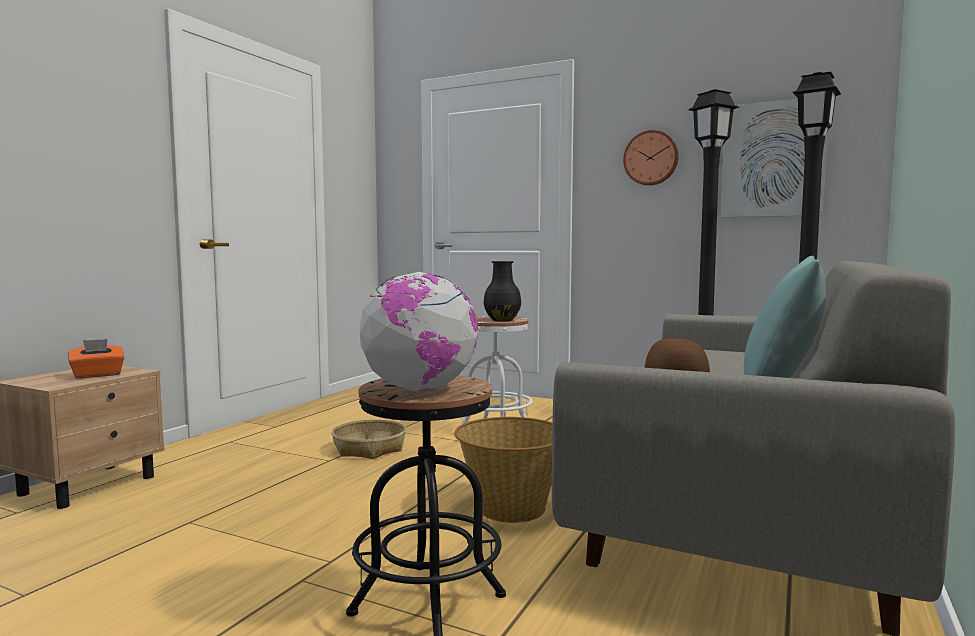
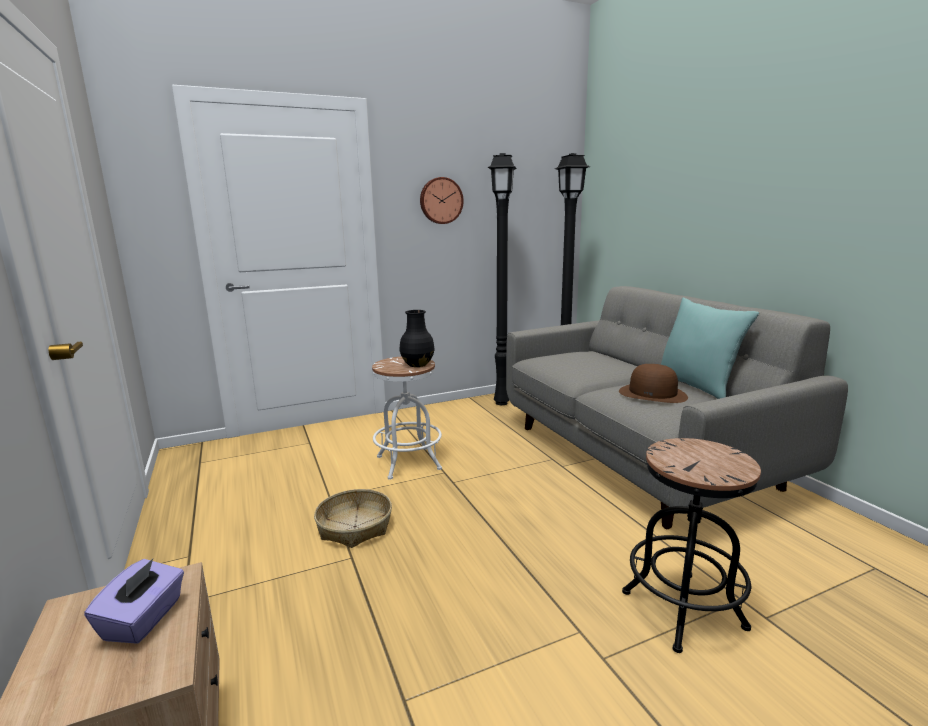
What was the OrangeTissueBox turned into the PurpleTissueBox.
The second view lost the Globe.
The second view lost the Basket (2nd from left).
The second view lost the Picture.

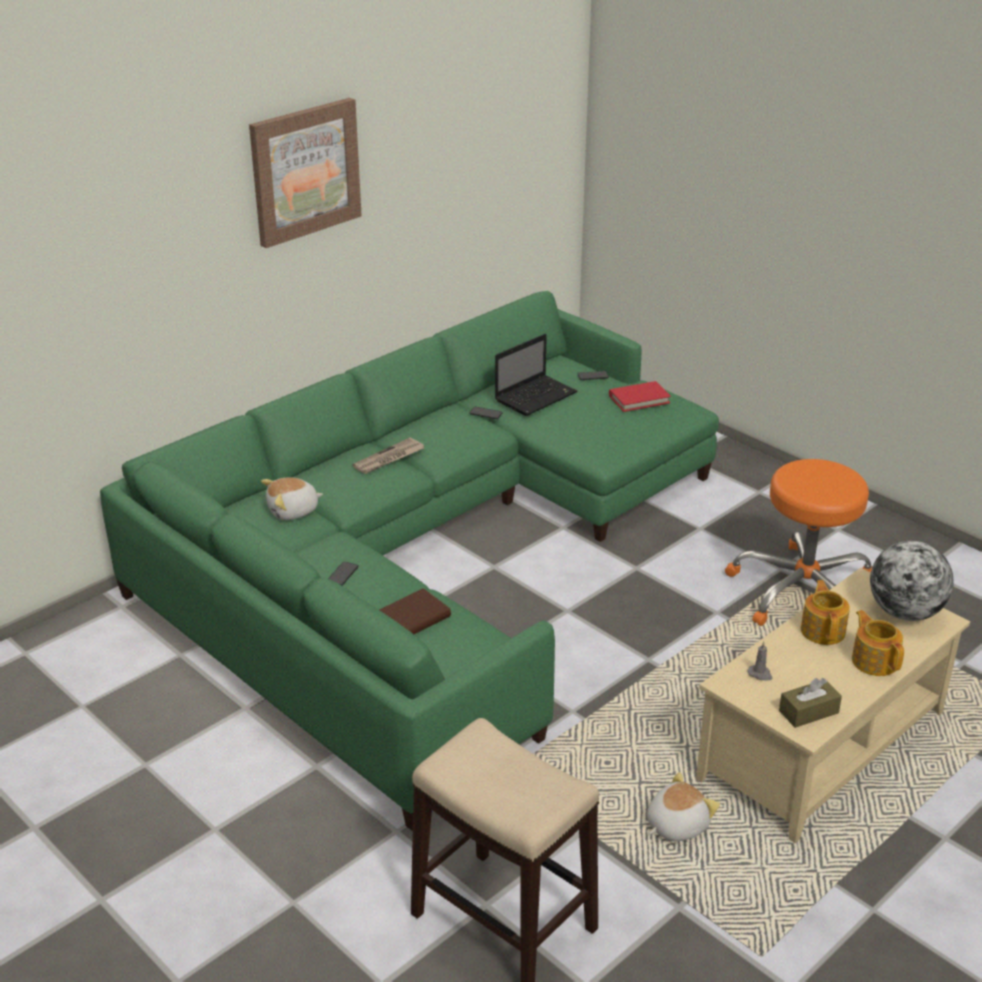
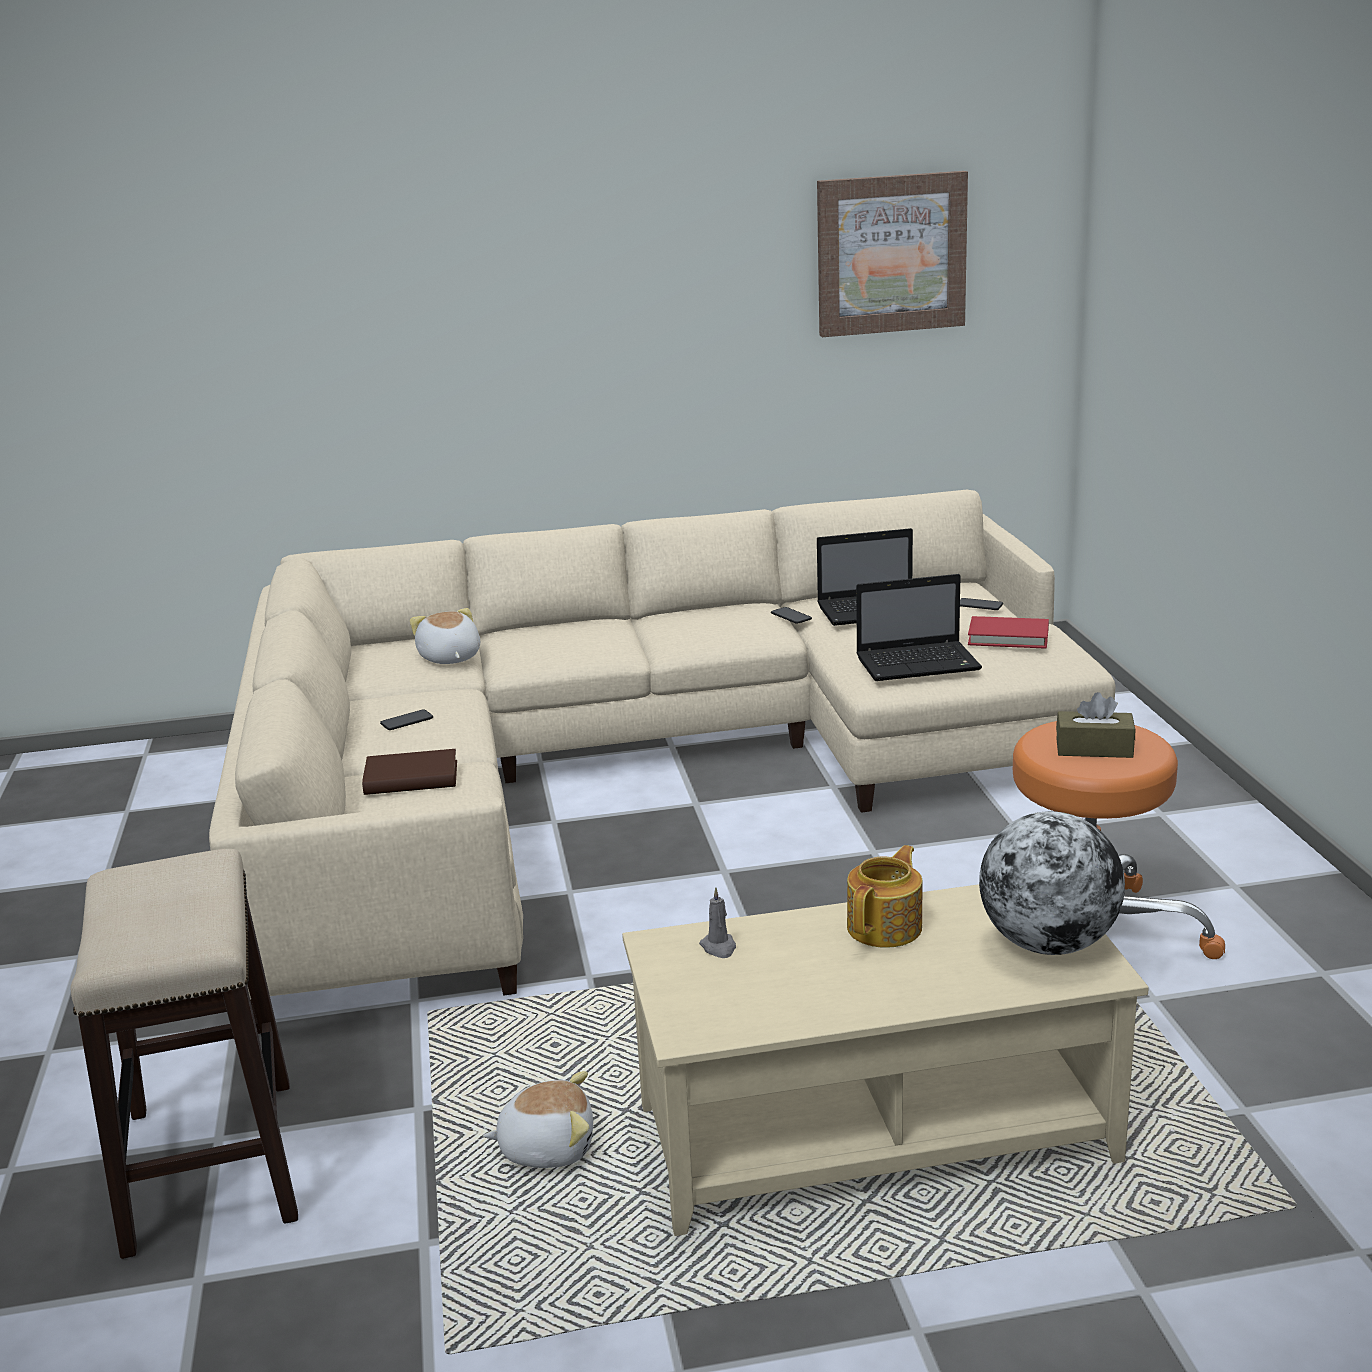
What was the GreenSofa turned into the BeigeSofa.
The PlushToy (1st from left) ended up facing another way, 60 degrees clockwise from before.
The Picture ended up elsewhere.
The second view gained the Laptop (2nd from left).
The BrownTissueBox ended up elsewhere.
The second view lost the Newspaper.
The second view lost the Teapot (2nd from left).

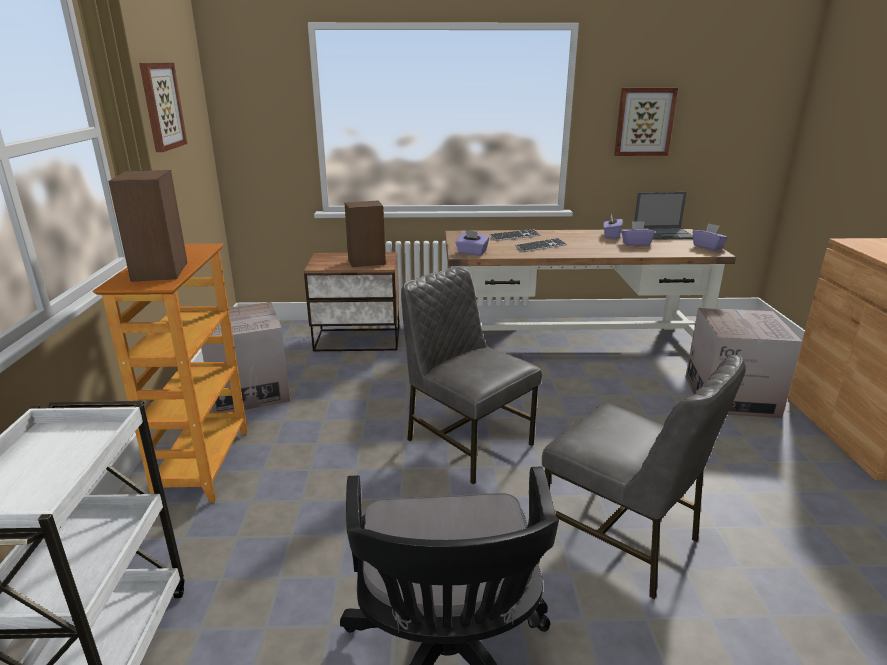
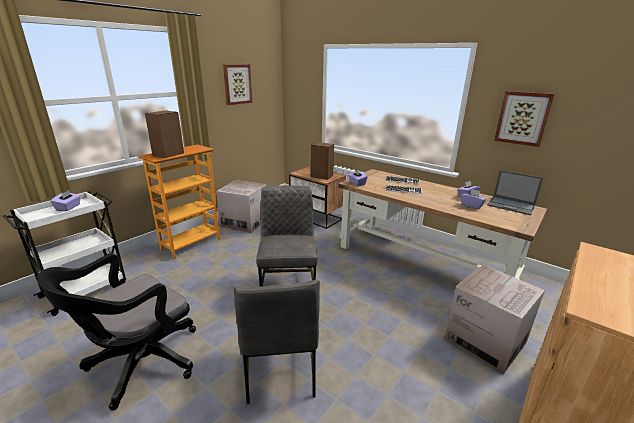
The PurpleTissueBox (4th from left in the first image) ended up elsewhere.

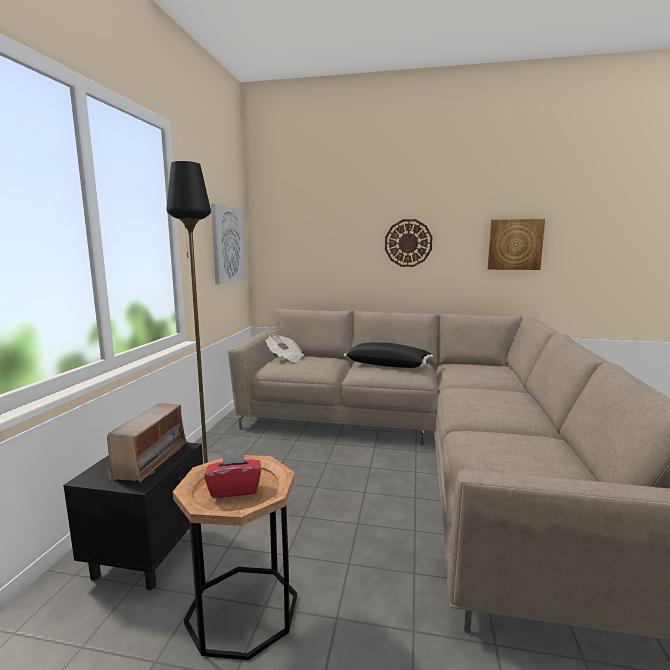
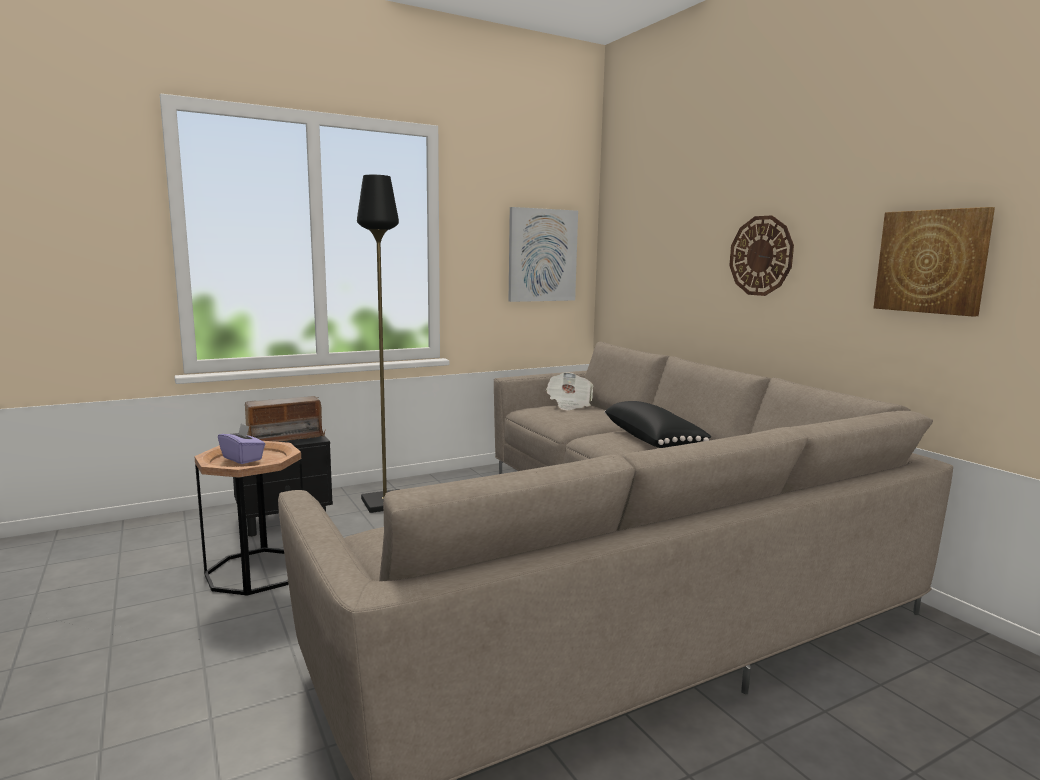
What was the RedTissueBox turned into the PurpleTissueBox.

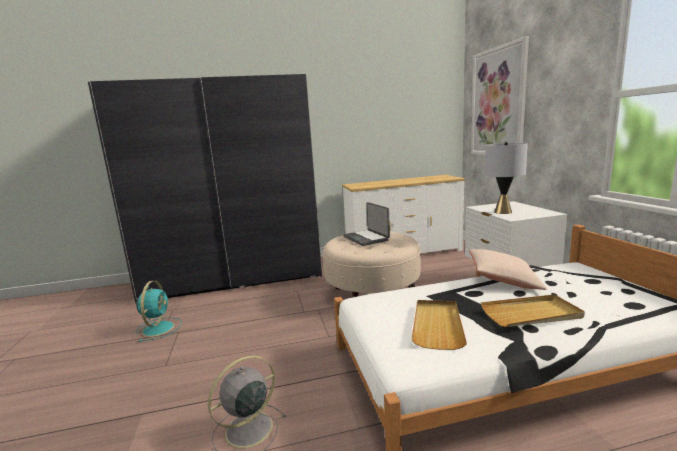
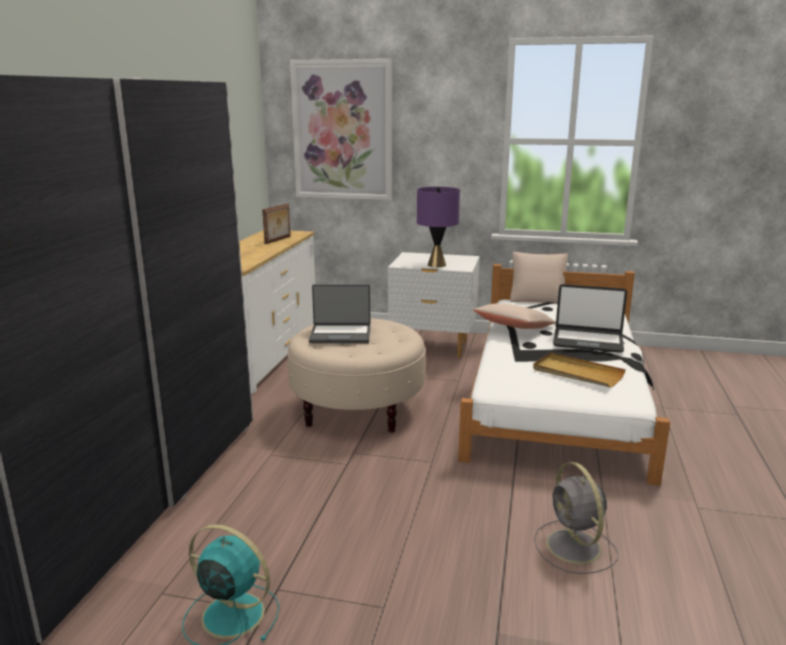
The second view gained the PictureFrame.
What was the GreyTableLamp turned into the PurpleTableLamp.
The second view gained the BeigePillow (2nd from left).
Where the BeigeTray (2nd from left) stood, the Laptop (2nd from left) came to stand.

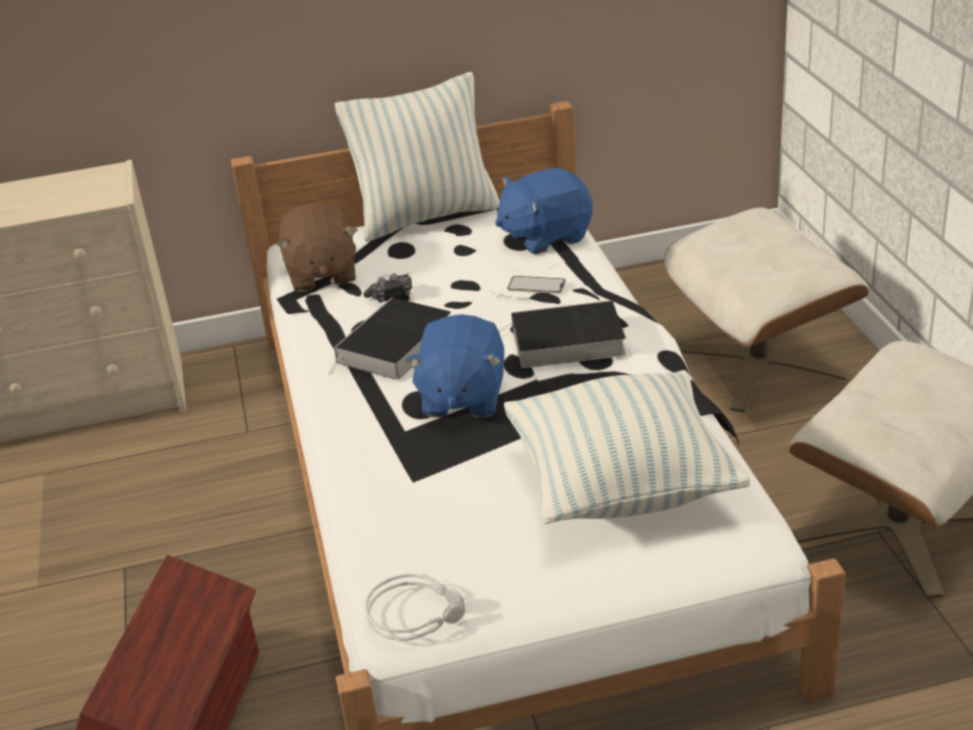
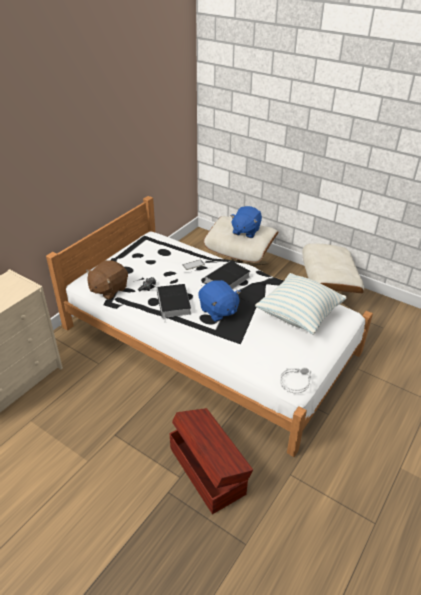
The BrownPlushToy ended up facing another way, 90 degrees clockwise from before.
The BluePlushToy (2nd from left) ended up elsewhere.
The second view lost the Pillow (1st from left).

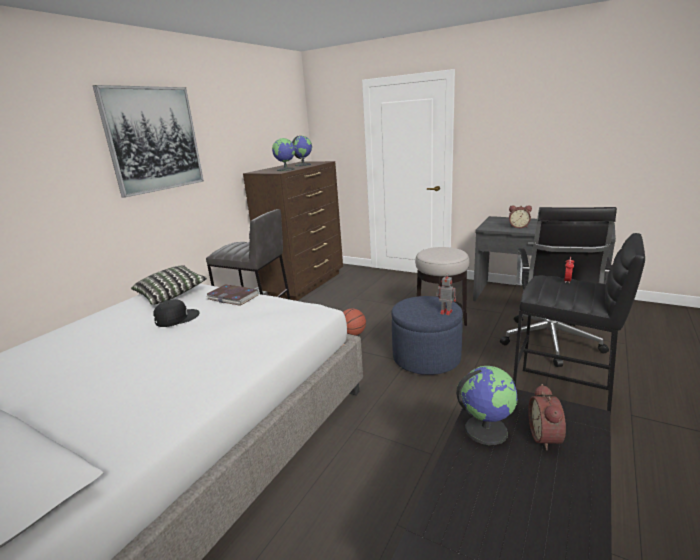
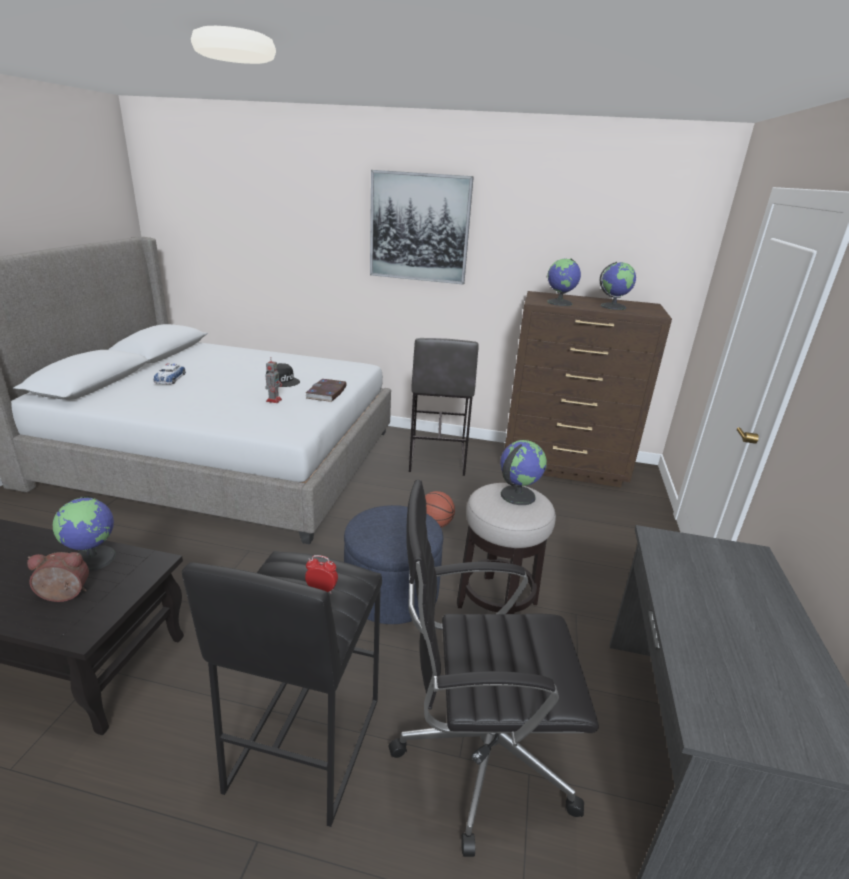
The second view gained the ToyCar.
The ToyRobot ended up elsewhere.
The second view gained the Globe (2nd from left).
The second view lost the Pillow.
The second view lost the AlarmClock (1st from left).

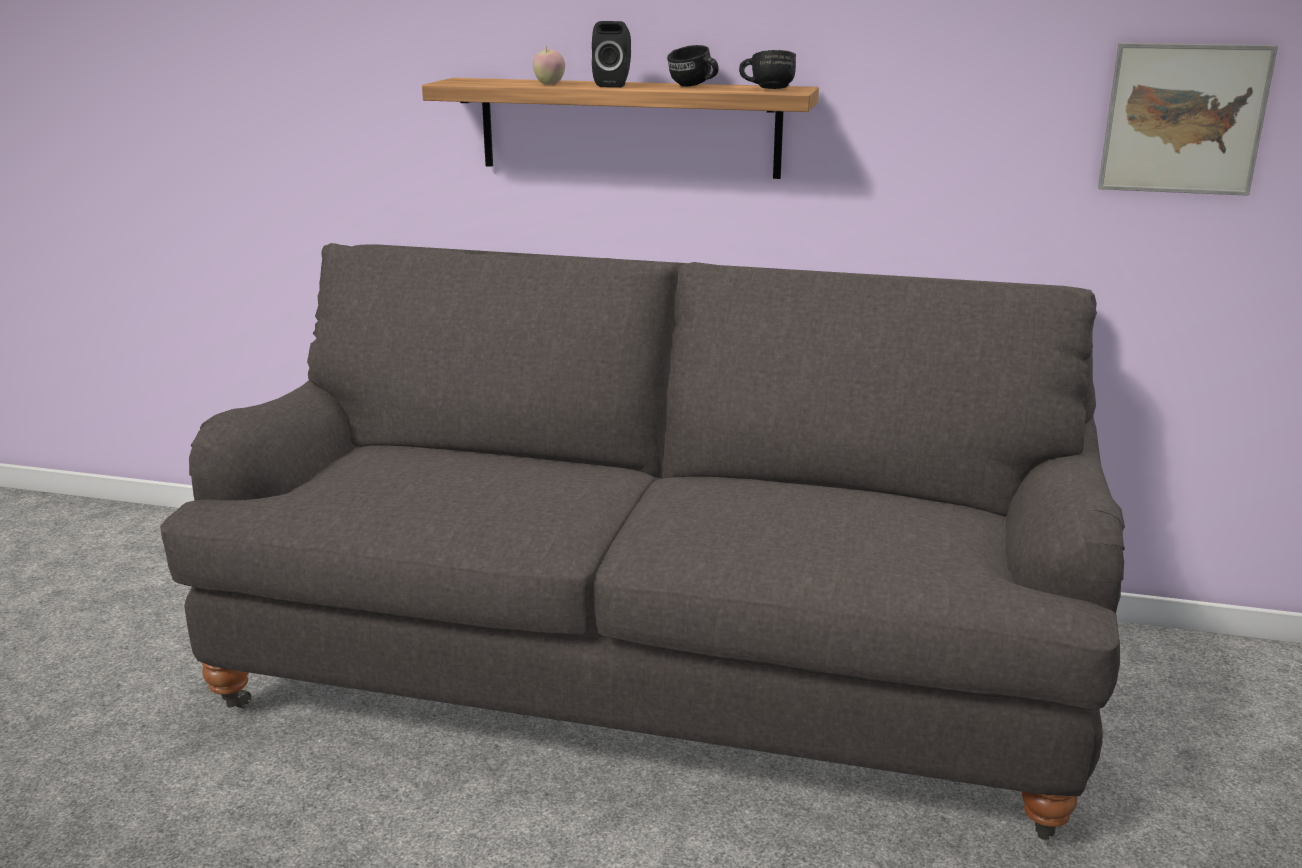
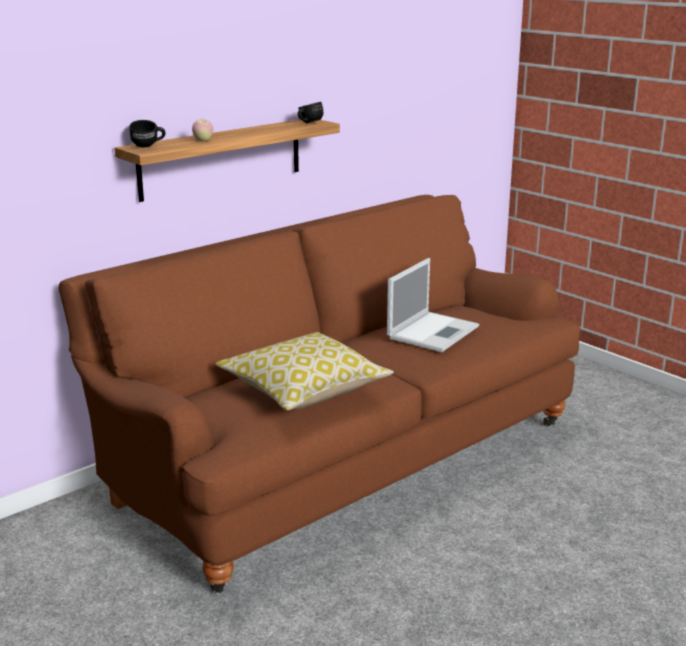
What was the GreySofa turned into the BrownSofa.
The BlackMug (1st from left) ended up elsewhere.
The second view gained the Pillow.
The second view gained the Laptop.
The second view lost the BlackSpeaker.
The second view lost the Picture.

